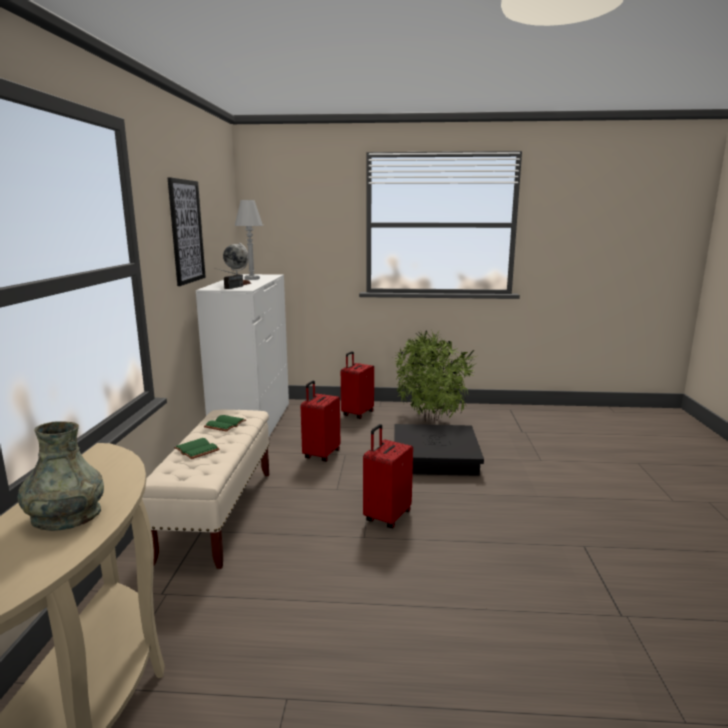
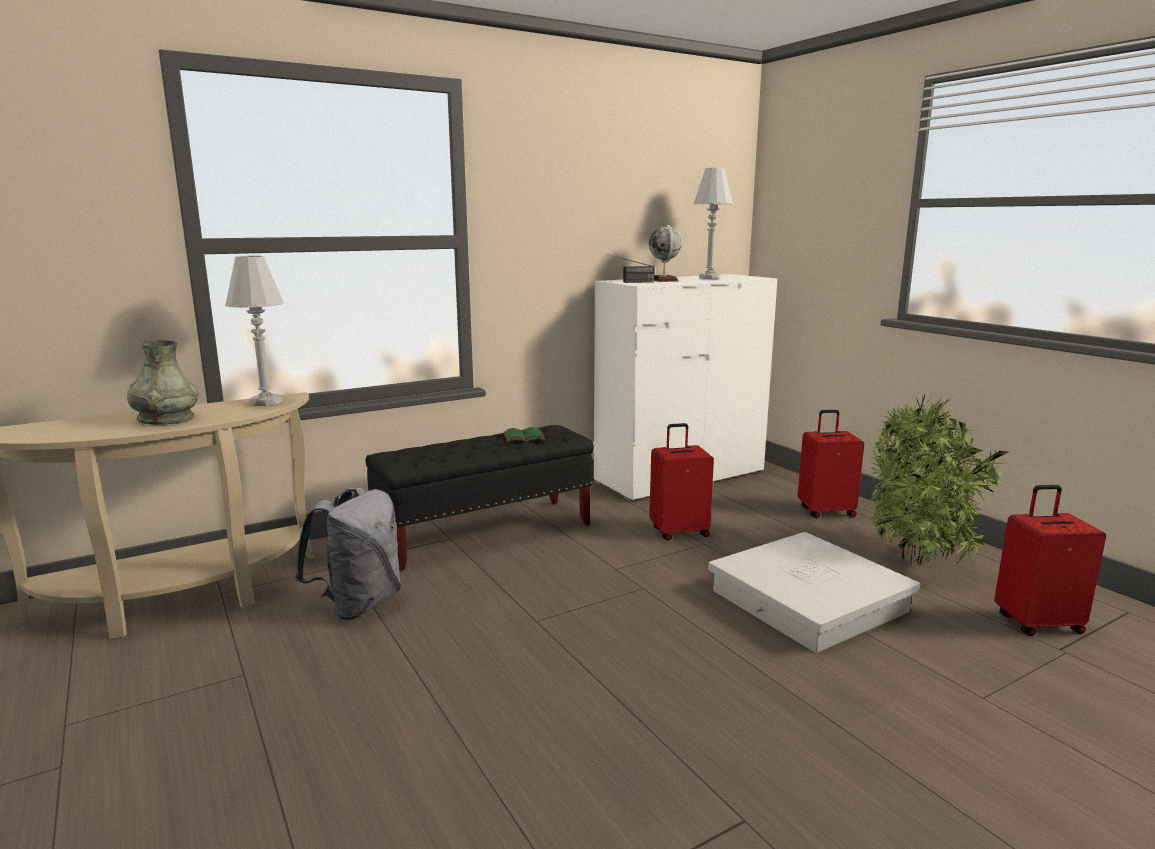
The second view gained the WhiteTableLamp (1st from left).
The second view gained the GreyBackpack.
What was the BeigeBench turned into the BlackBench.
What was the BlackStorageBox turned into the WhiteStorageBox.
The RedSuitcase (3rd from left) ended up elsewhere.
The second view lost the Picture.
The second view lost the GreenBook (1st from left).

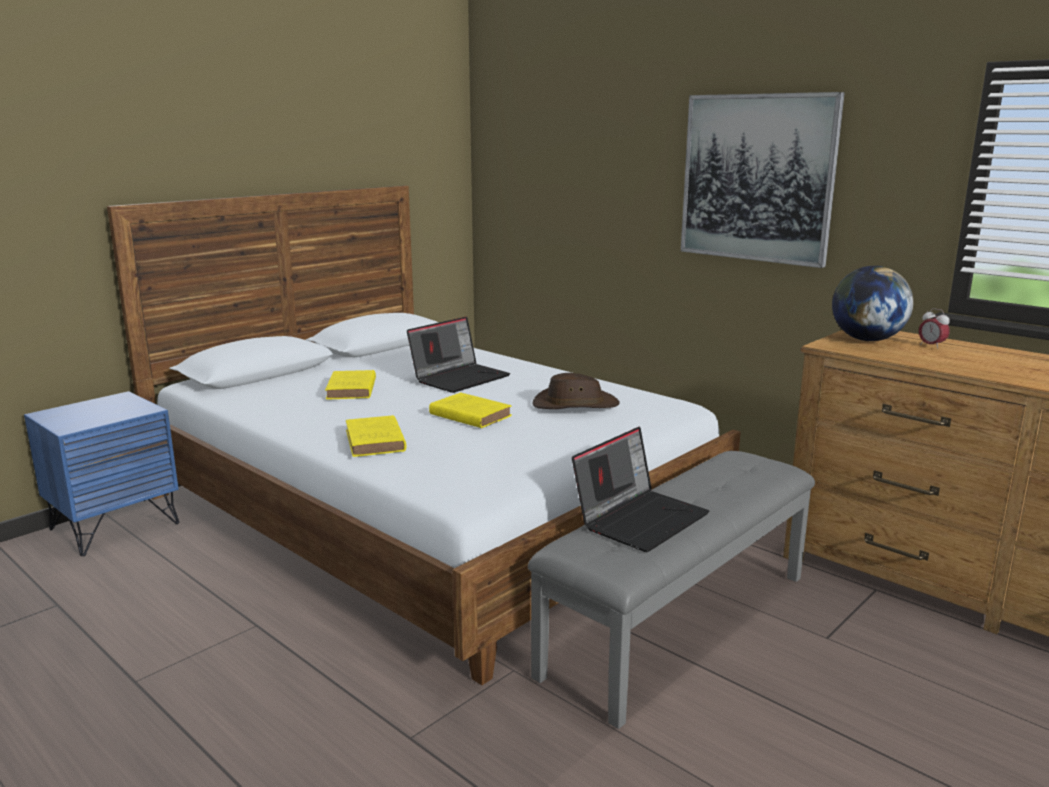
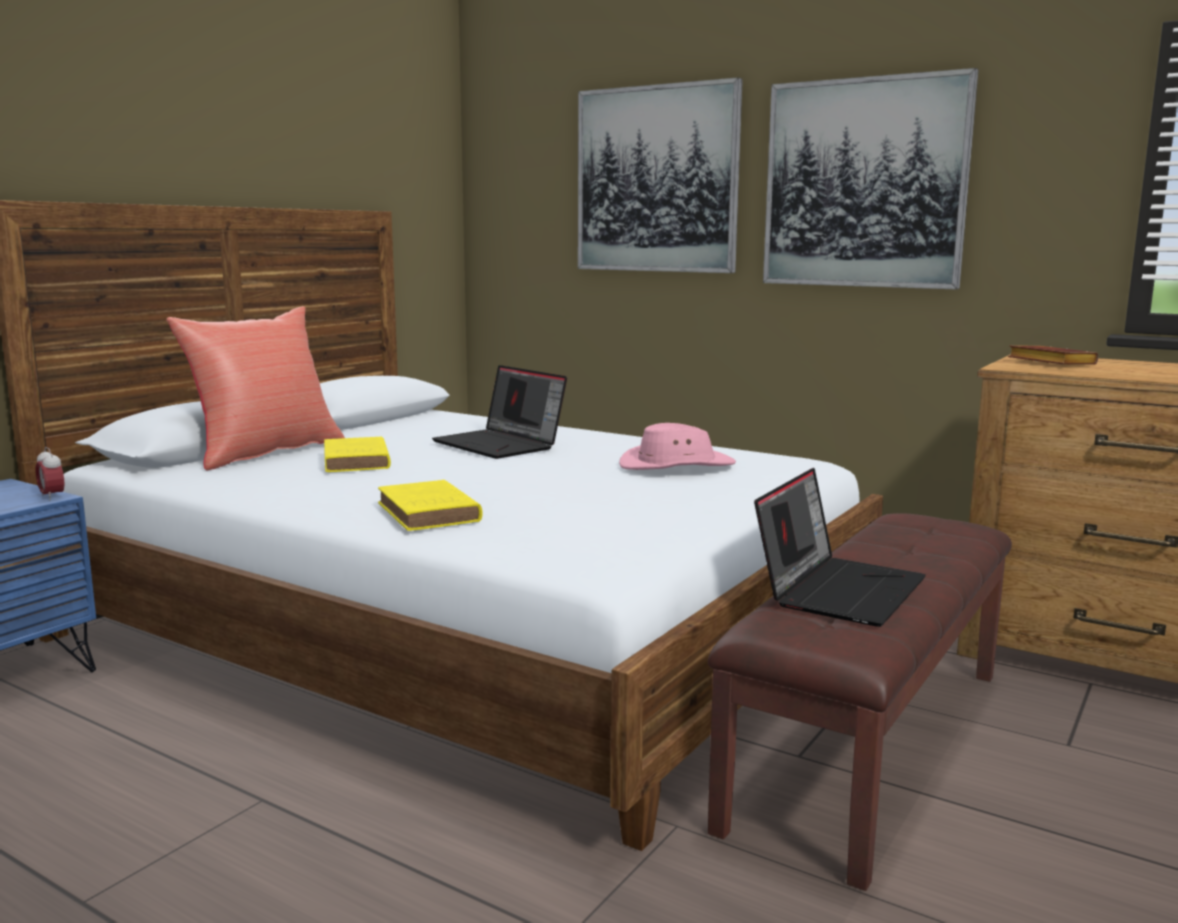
The AlarmClock ended up elsewhere.
The second view gained the RedPillow.
The Laptop (1st from left) ended up facing another way, 105 degrees clockwise from before.
The second view gained the Picture (1st from left).
What was the BrownHat turned into the PinkHat.
What was the GreyBench turned into the BrownBench.
Where the Globe stood, the BrownBook came to stand.
The second view lost the YellowBook (3rd from left).

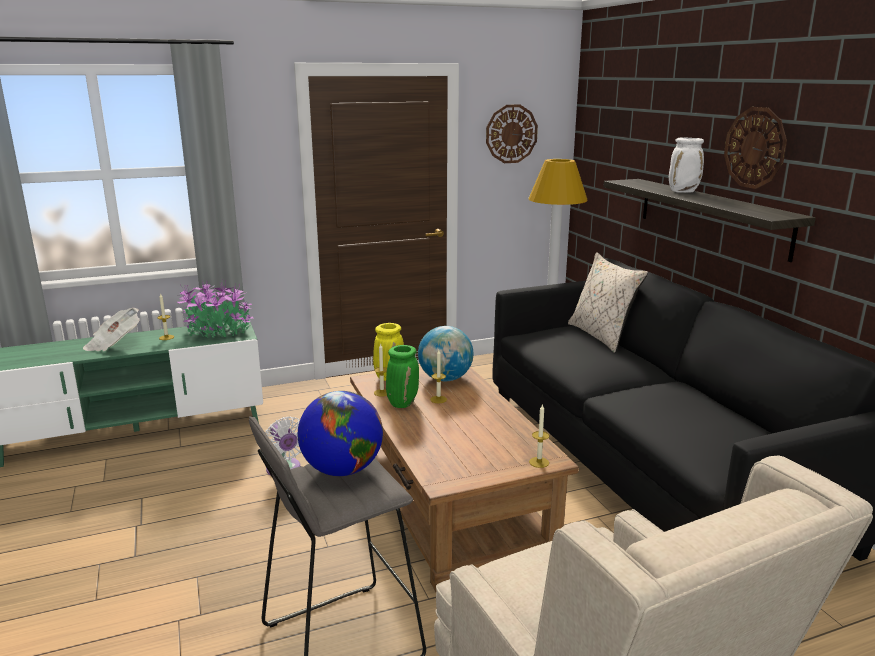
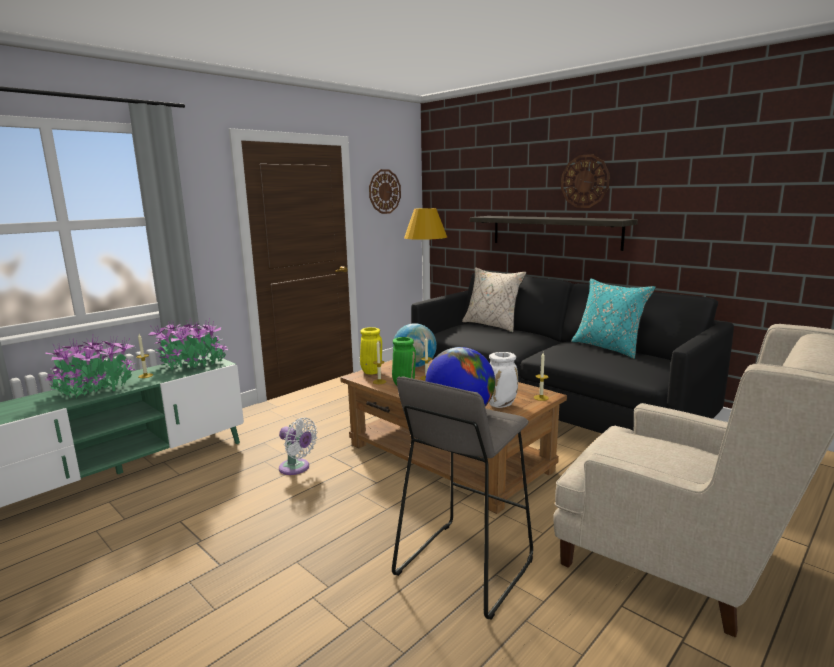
Where the Newspaper stood, the PottedPlant (1st from left) came to stand.
The WhiteVase ended up elsewhere.
The second view gained the TurquoisePillow.

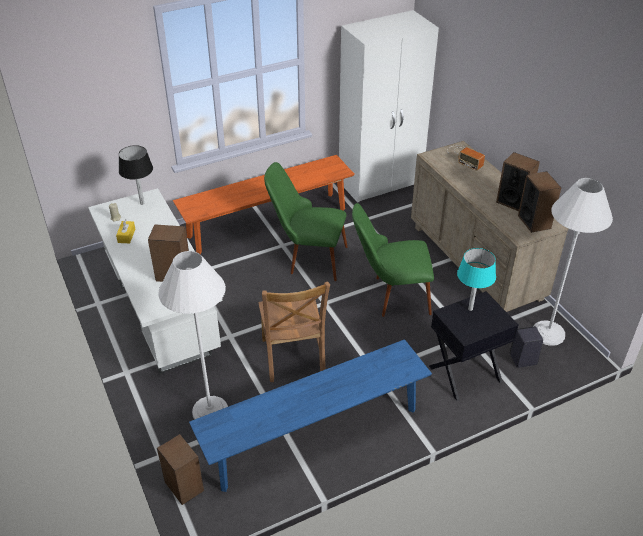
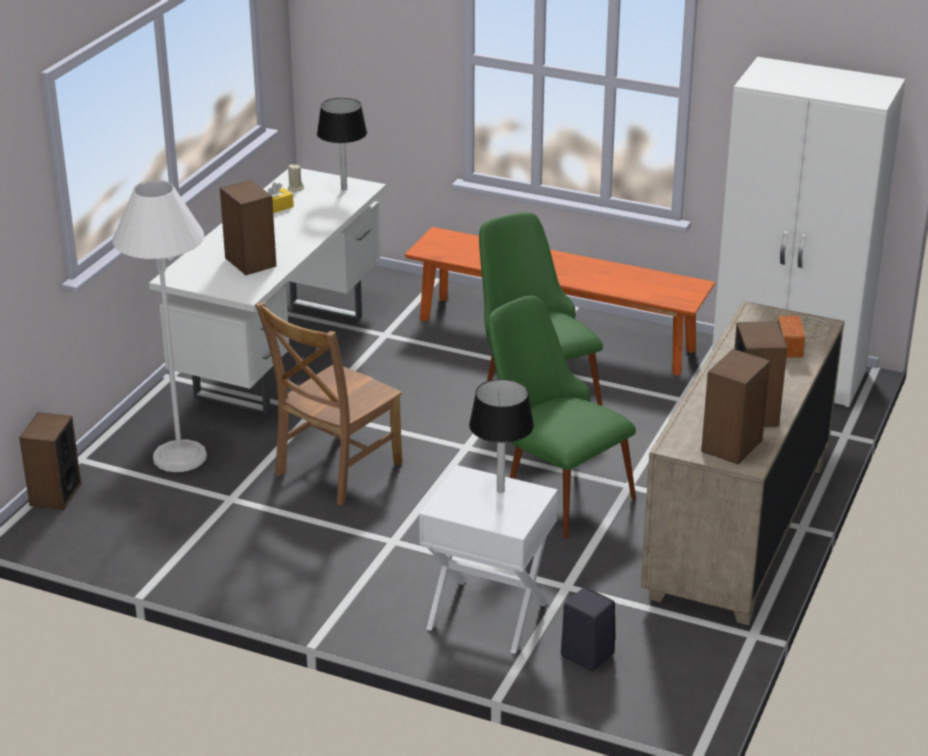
What was the BlackNightstand turned into the WhiteNightstand.
What was the TurquoiseTableLamp turned into the BlackTableLamp (2nd from left).
The second view lost the BlueBench.
The second view lost the WhiteFloorLamp (2nd from left).

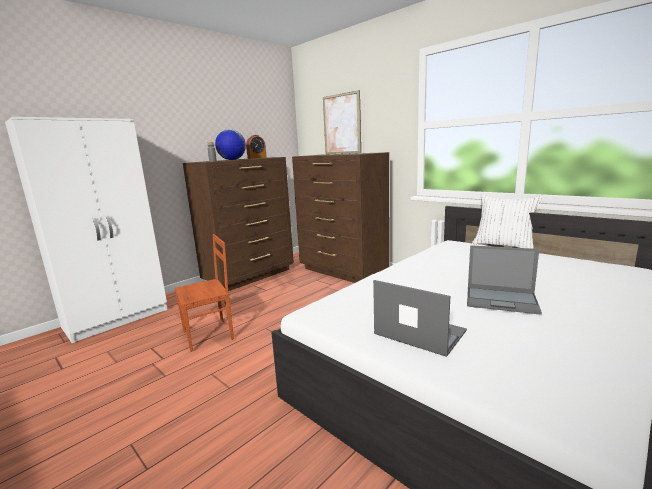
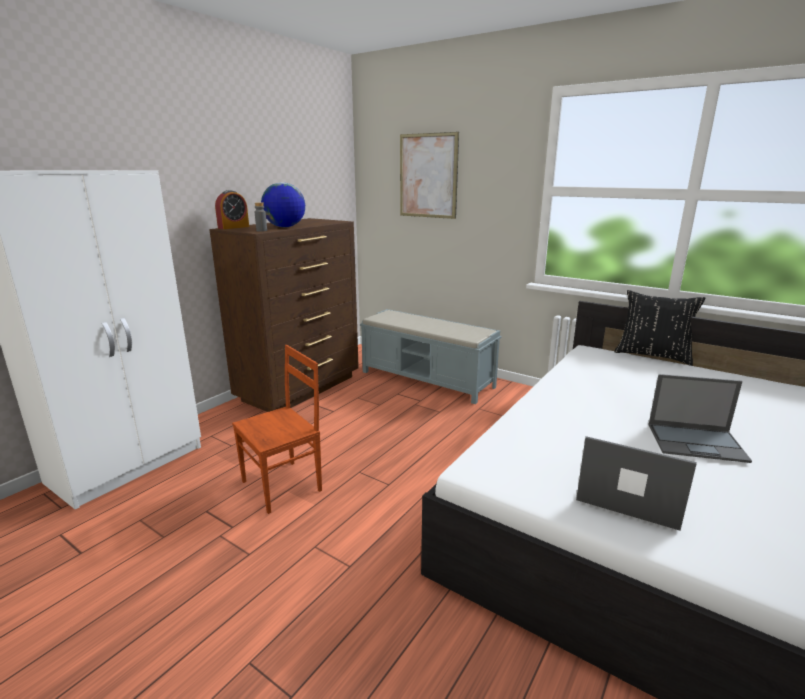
The AlarmClock ended up elsewhere.
Where the BrownDresser (2nd from left) stood, the GreyBench came to stand.
What was the WhitePillow turned into the BlackPillow.

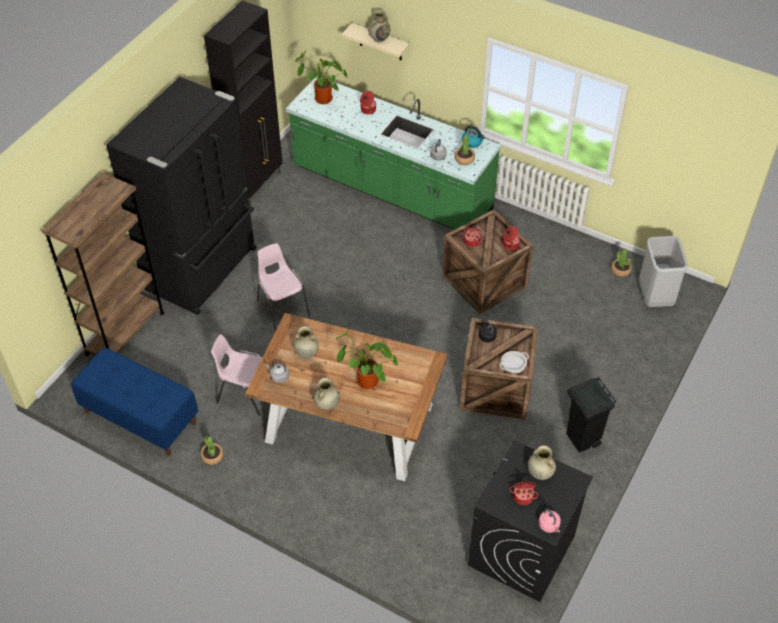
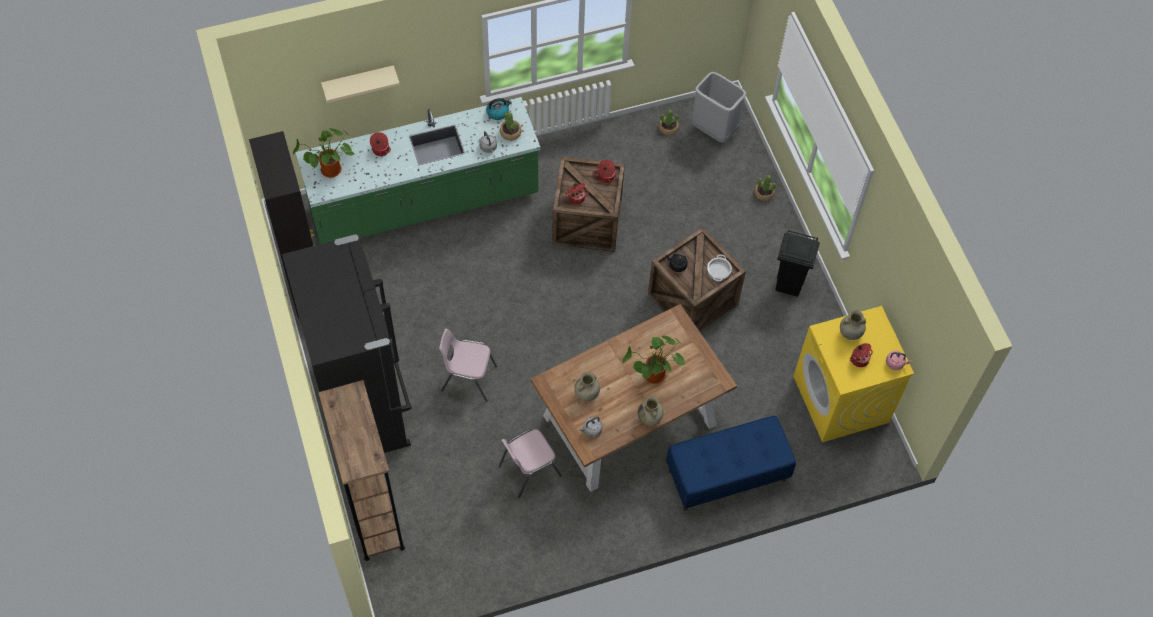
The BlueBench ended up elsewhere.
The PottedPlant (1st from left in the first image) ended up elsewhere.
What was the BlackWashingMachine turned into the YellowWashingMachine.
The second view lost the BeigeVase (3rd from left).

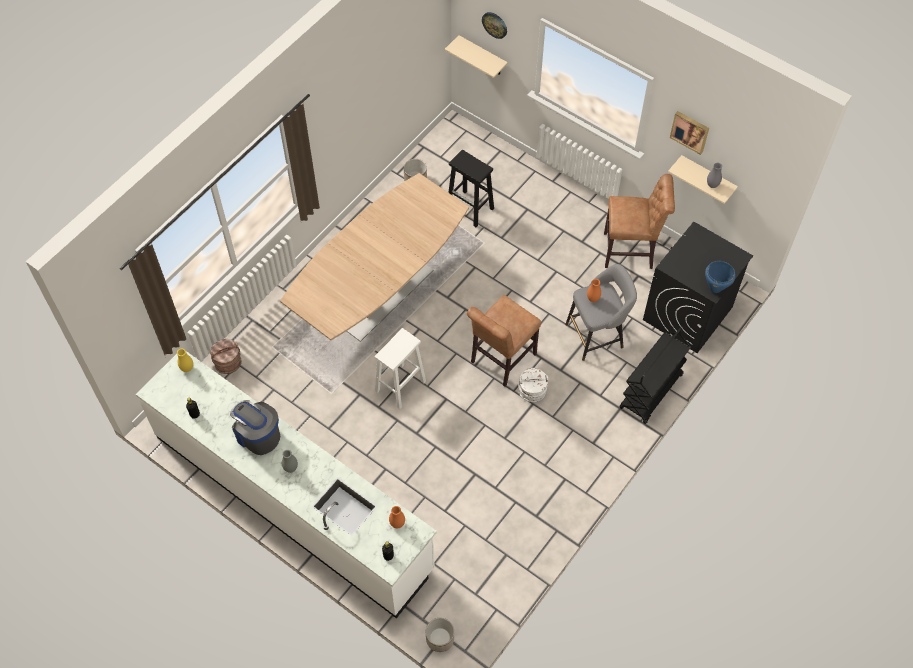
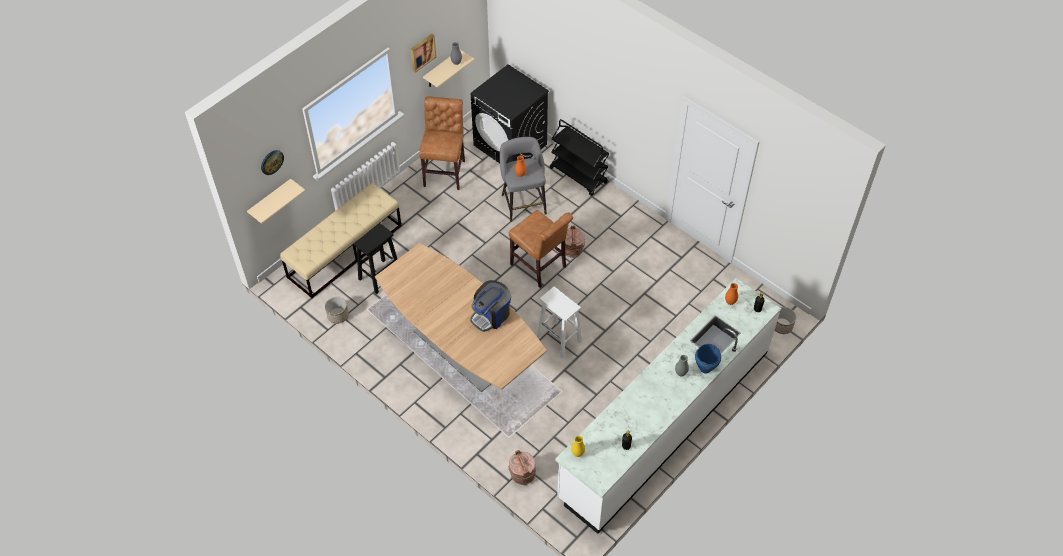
The second view gained the BeigeBench.
The CoffeeMachine ended up elsewhere.
What was the WhiteBucket turned into the BrownBucket (2nd from left).
The BlueCookingPot ended up elsewhere.

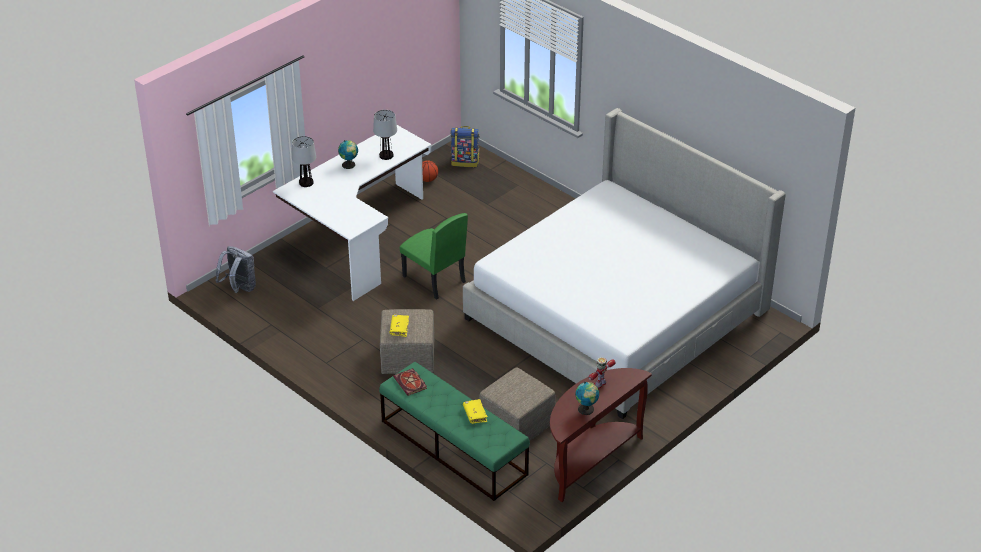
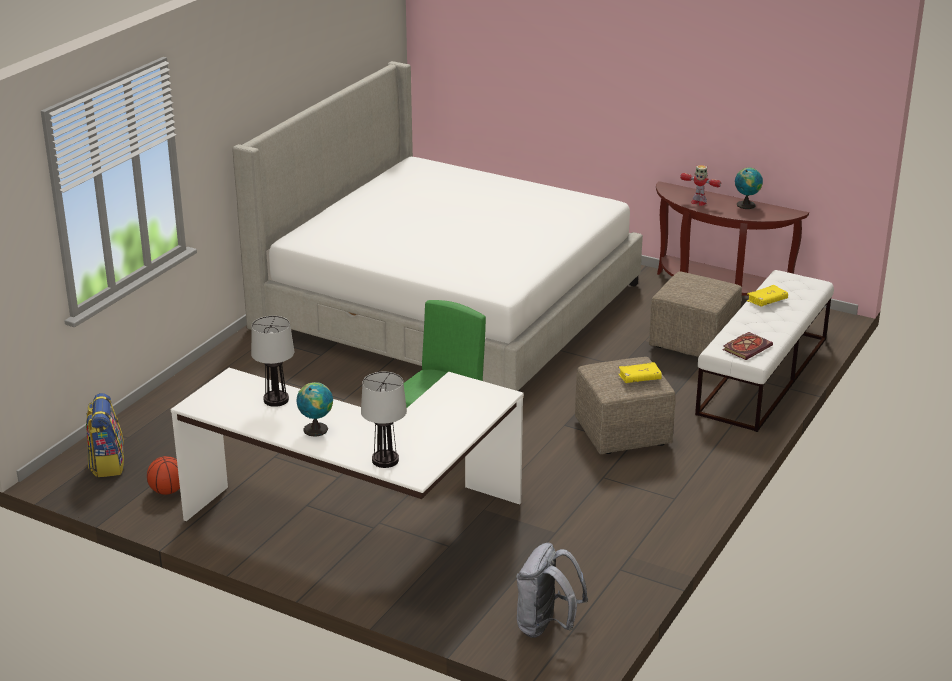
What was the GreenBench turned into the WhiteBench.

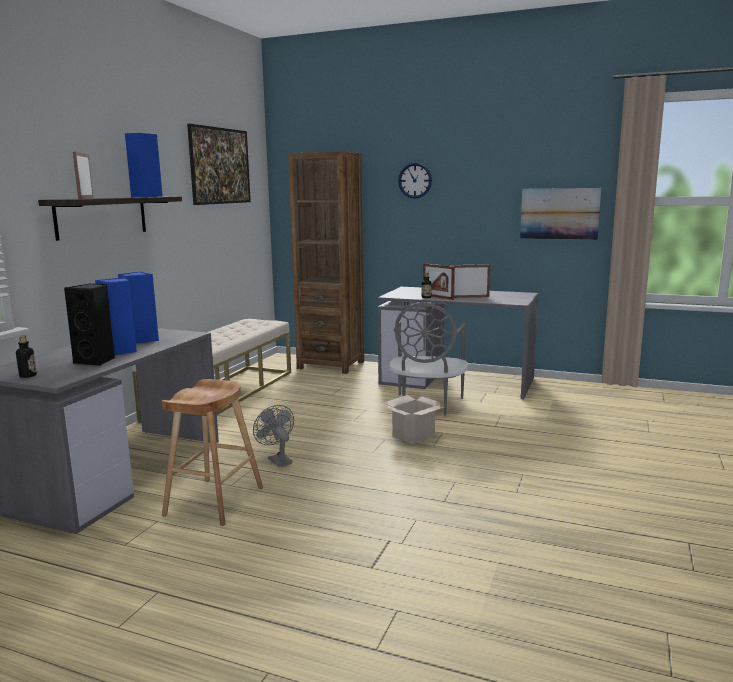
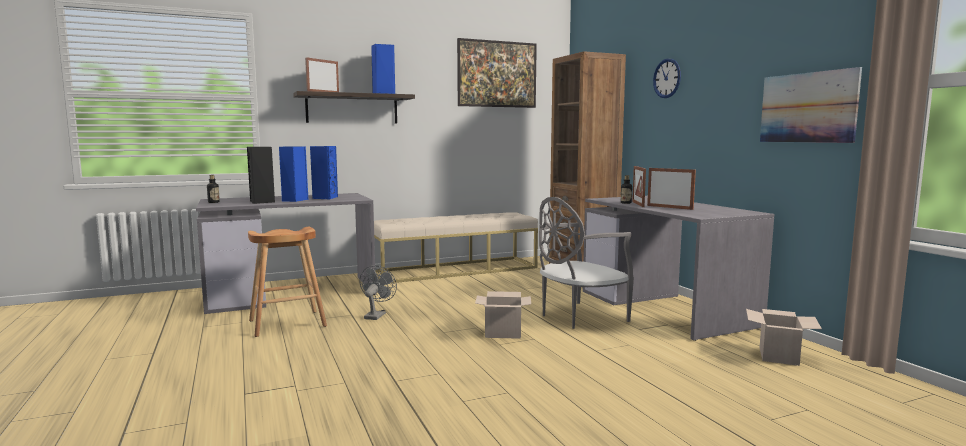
The second view gained the CardboardBox (2nd from left).

